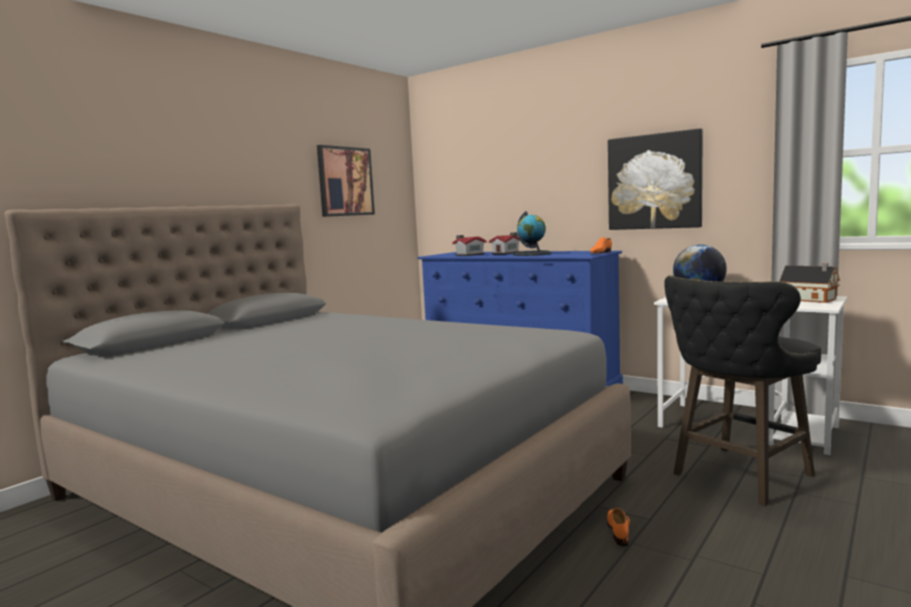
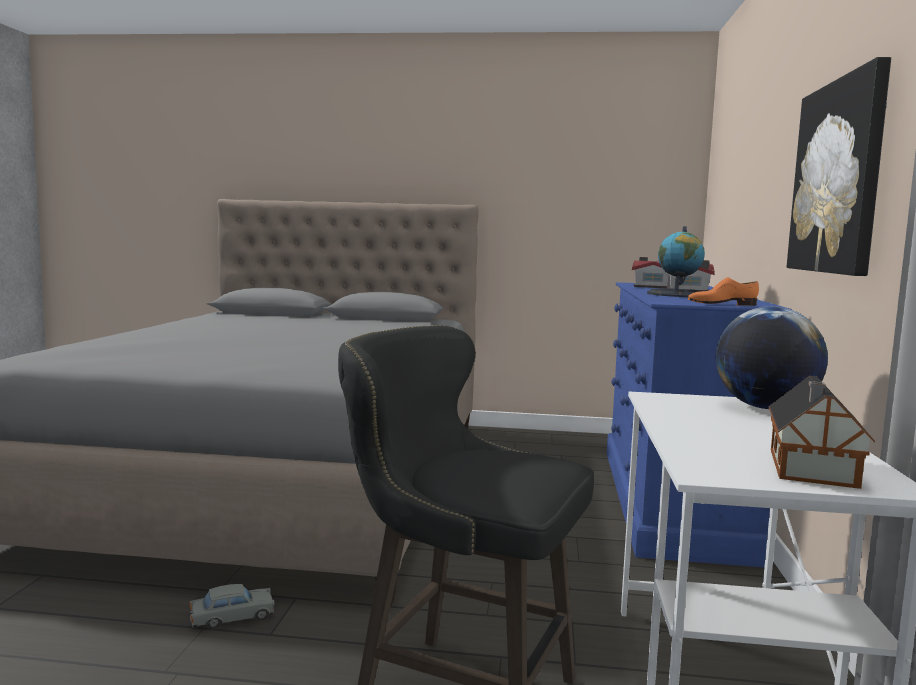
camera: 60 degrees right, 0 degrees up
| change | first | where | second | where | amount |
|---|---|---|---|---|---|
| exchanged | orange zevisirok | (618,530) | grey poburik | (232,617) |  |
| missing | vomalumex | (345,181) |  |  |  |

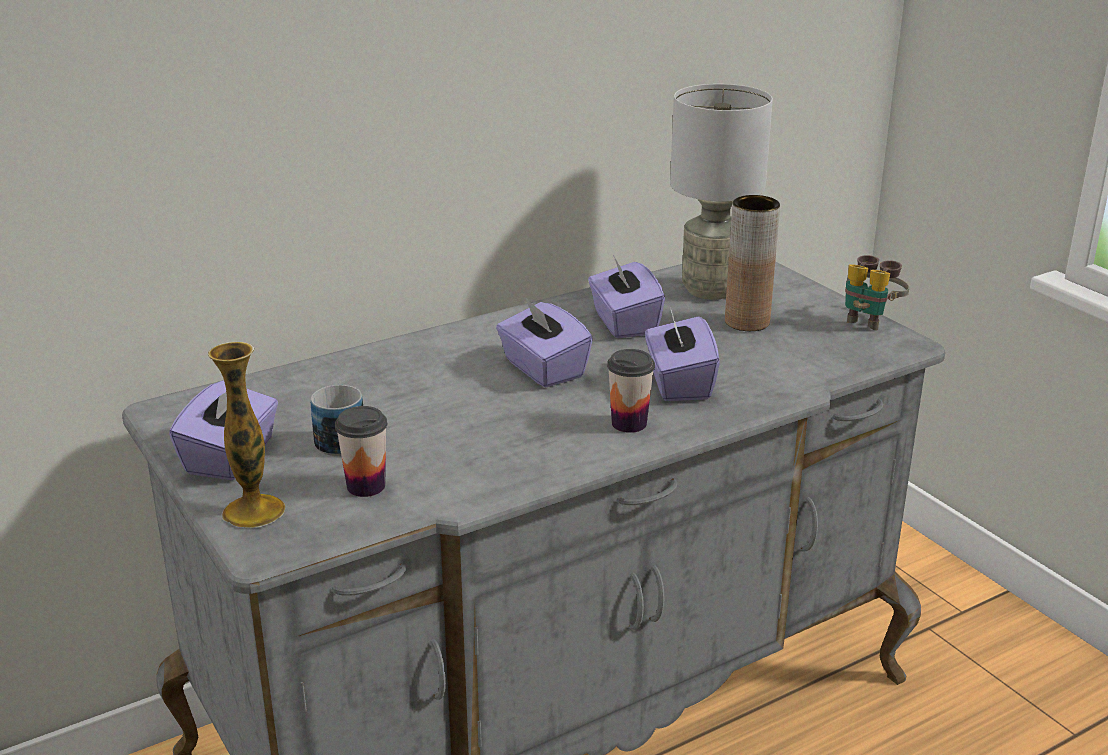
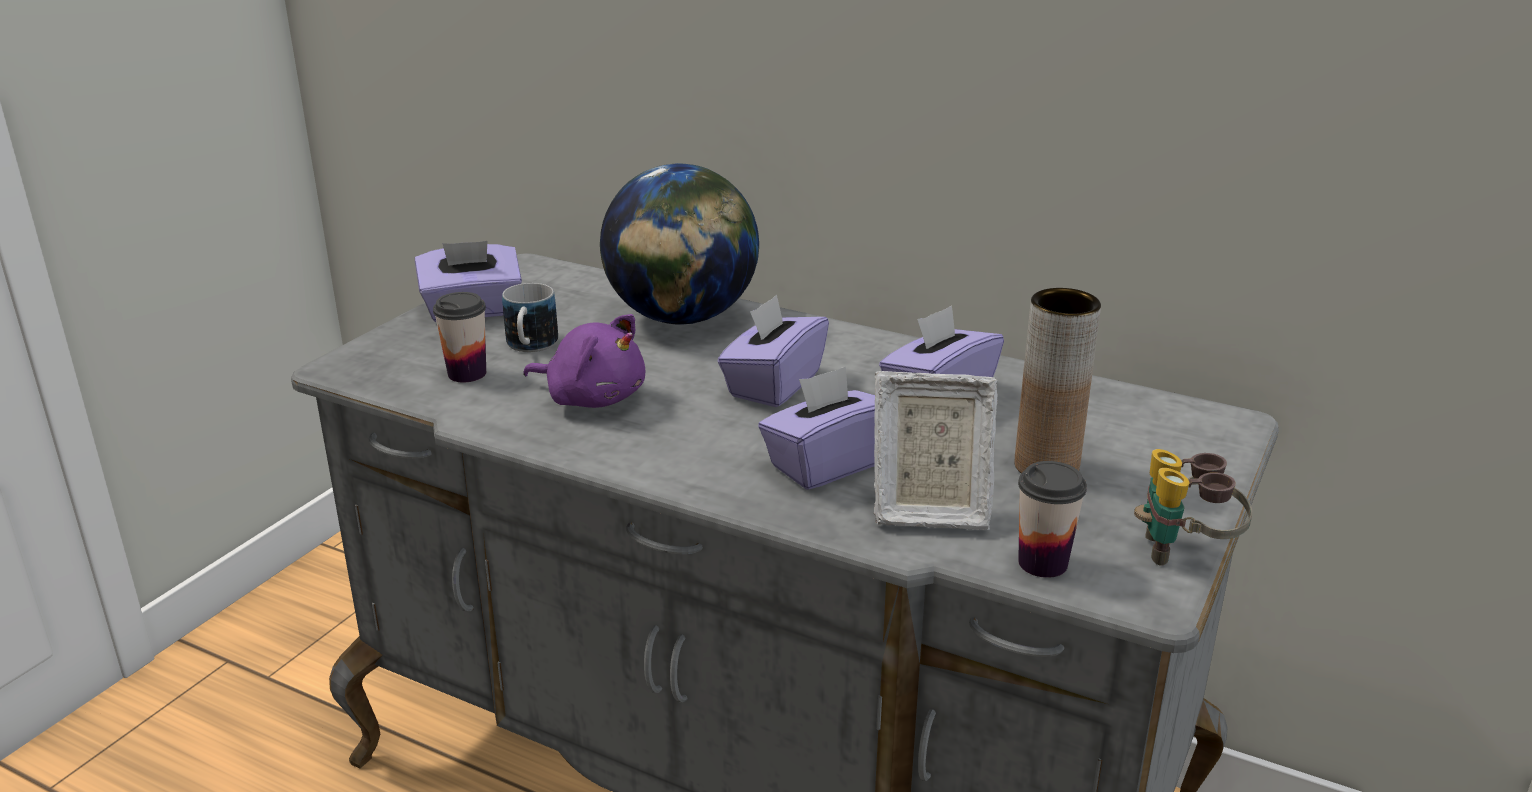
camera: 60 degrees right, 0 degrees up
| change | first | where | second | where | amount |
|---|---|---|---|---|---|
| appeared |  |  | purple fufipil | (592,398) |  |
| appeared |  |  | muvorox | (682,318) |  |
| appeared |  |  | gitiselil | (928,510) |  |
| relocated | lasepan | (629,423) |  | (1042,563) |  |
| missing | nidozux | (254,511) |  |  |  |
| missing | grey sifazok | (712,289) |  |  |  |

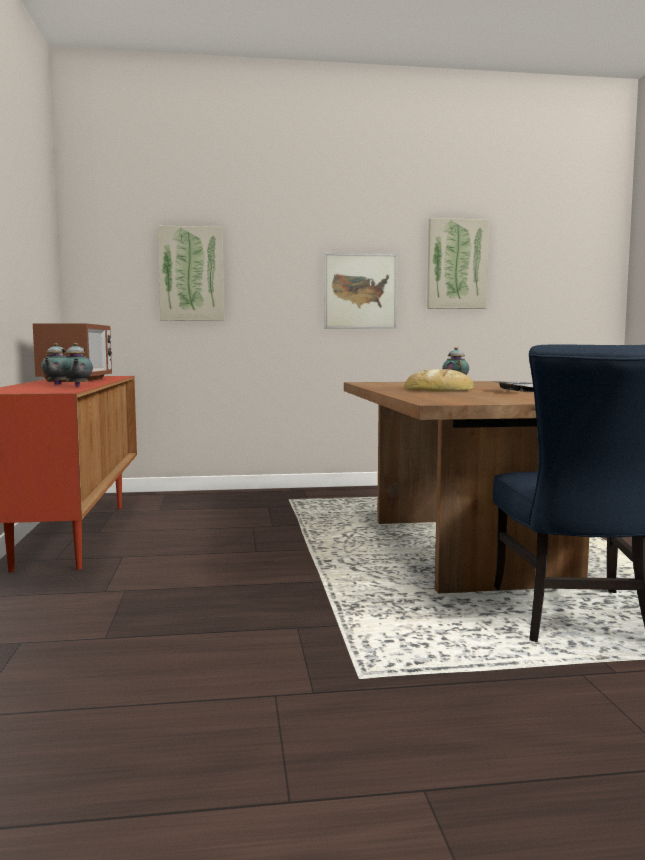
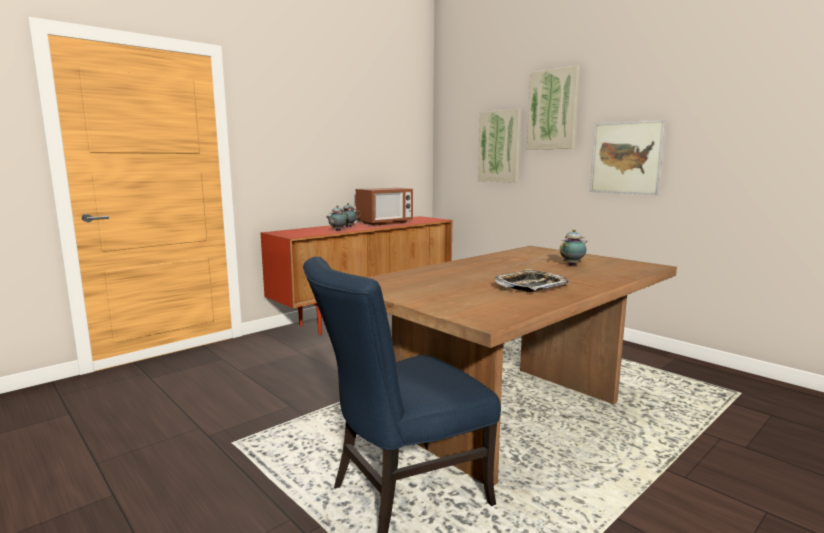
camera: 55 degrees right, 5 degrees up
| change | first | where | second | where | amount |
|---|---|---|---|---|---|
| relocated | vomalumex | (457,264) |  | (553,109) |  |
| missing | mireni | (439,389) |  |  |  |

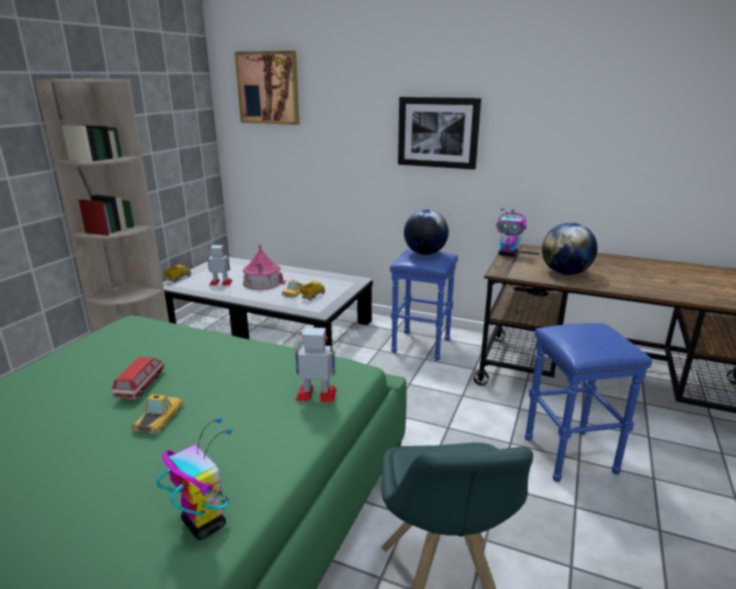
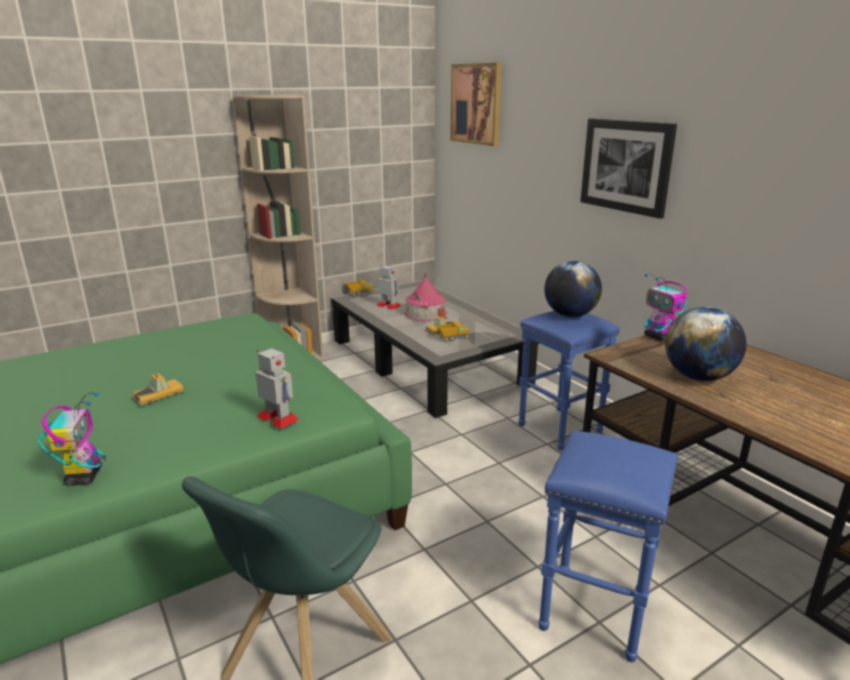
camera: 35 degrees right, 0 degrees up
| change | first | where | second | where | amount |
|---|---|---|---|---|---|
| missing | poburik | (141,385) |  |  |  |

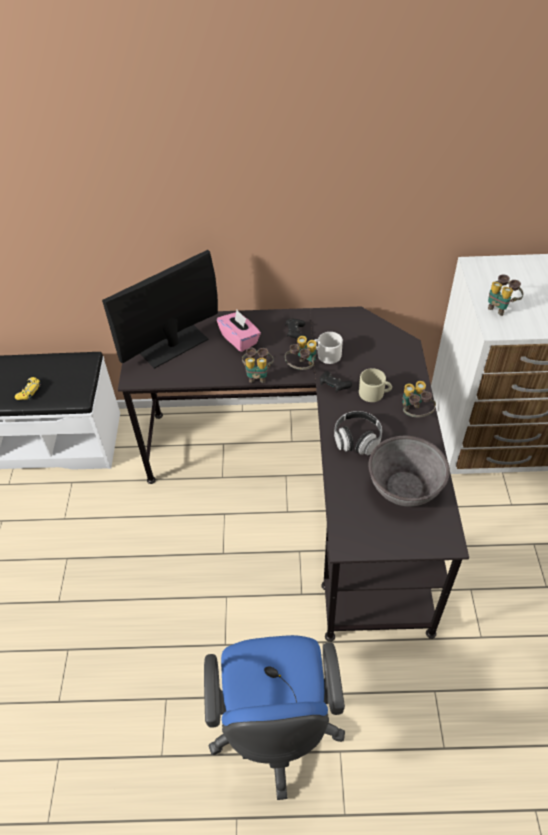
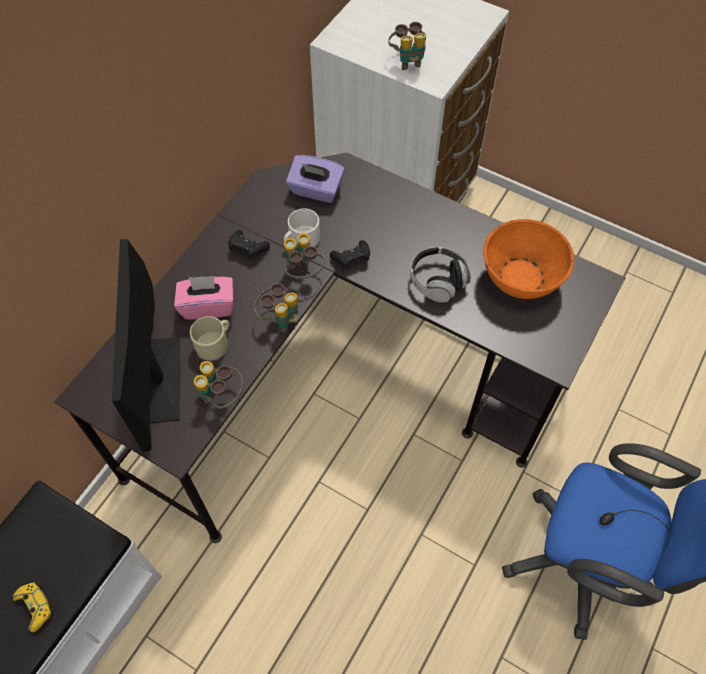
camera: 60 degrees left, 10 degrees up
| change | first | where | second | where | amount |
|---|---|---|---|---|---|
| relocated | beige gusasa | (374,393) |  | (215,343) |  |
| relocated | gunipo | (414,414) |  | (221,396) |  |
| appeared |  |  | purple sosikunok | (316,190) |  |
| colour | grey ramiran | (405,487) | orange ramiran | (521,277) |  |

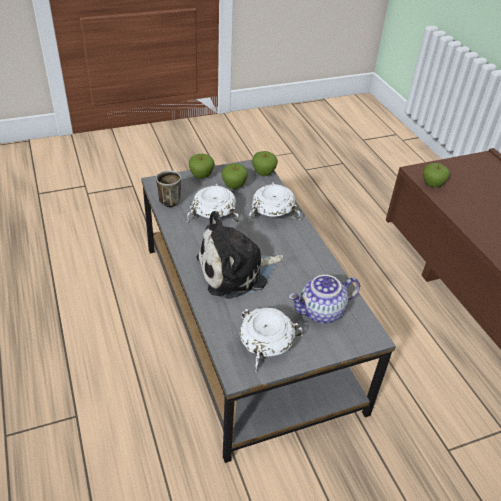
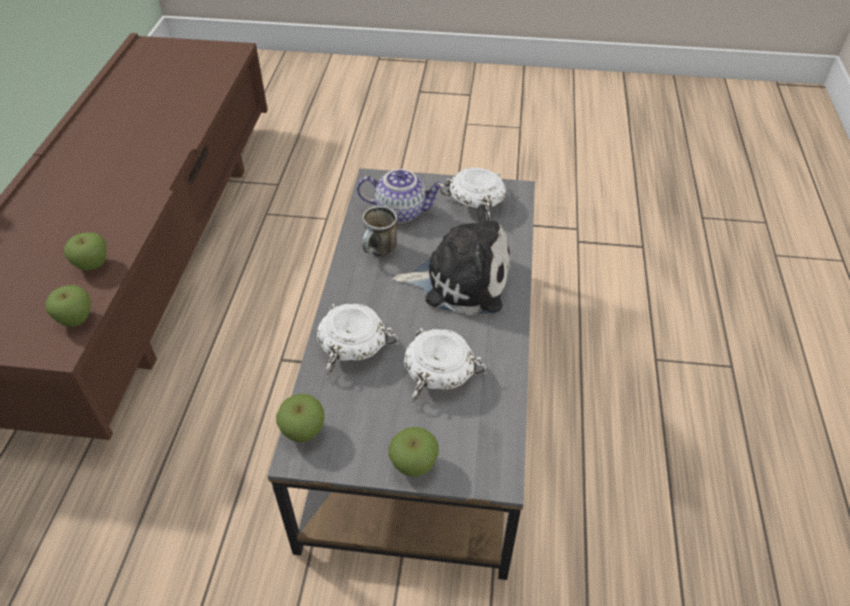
camera: 150 degrees left, 5 degrees up
| change | first | where | second | where | amount |
|---|---|---|---|---|---|
| relocated | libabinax | (234,186) |  | (92,265) |  |
| relocated | gusasa | (169,199) |  | (379,252) |  |

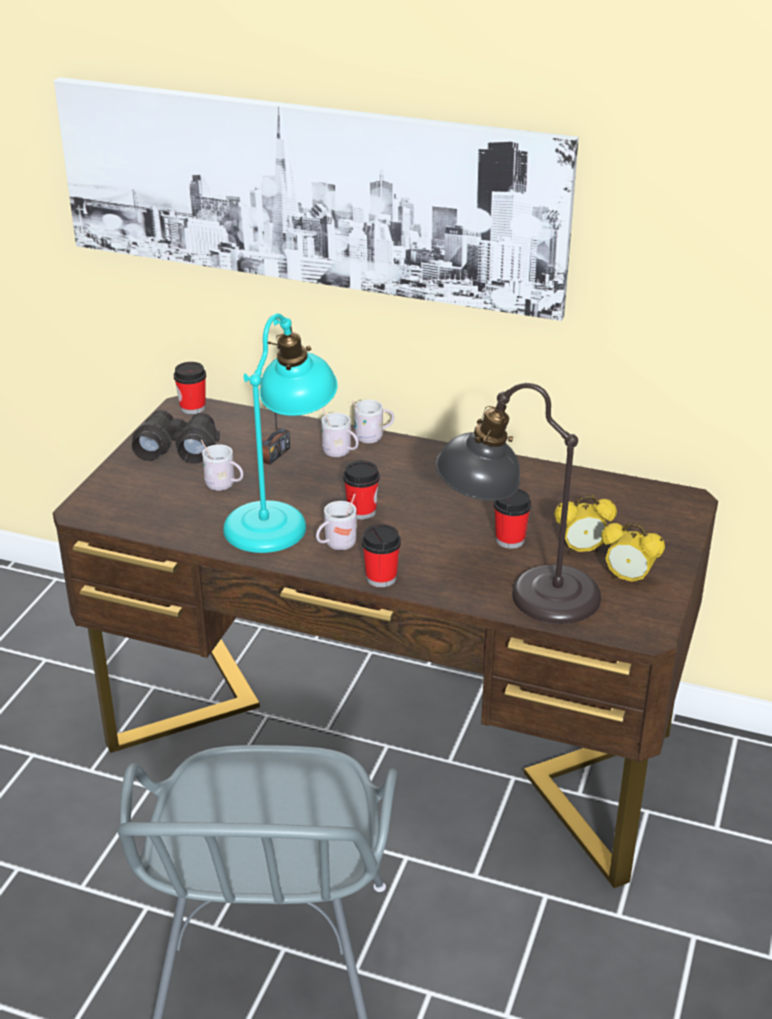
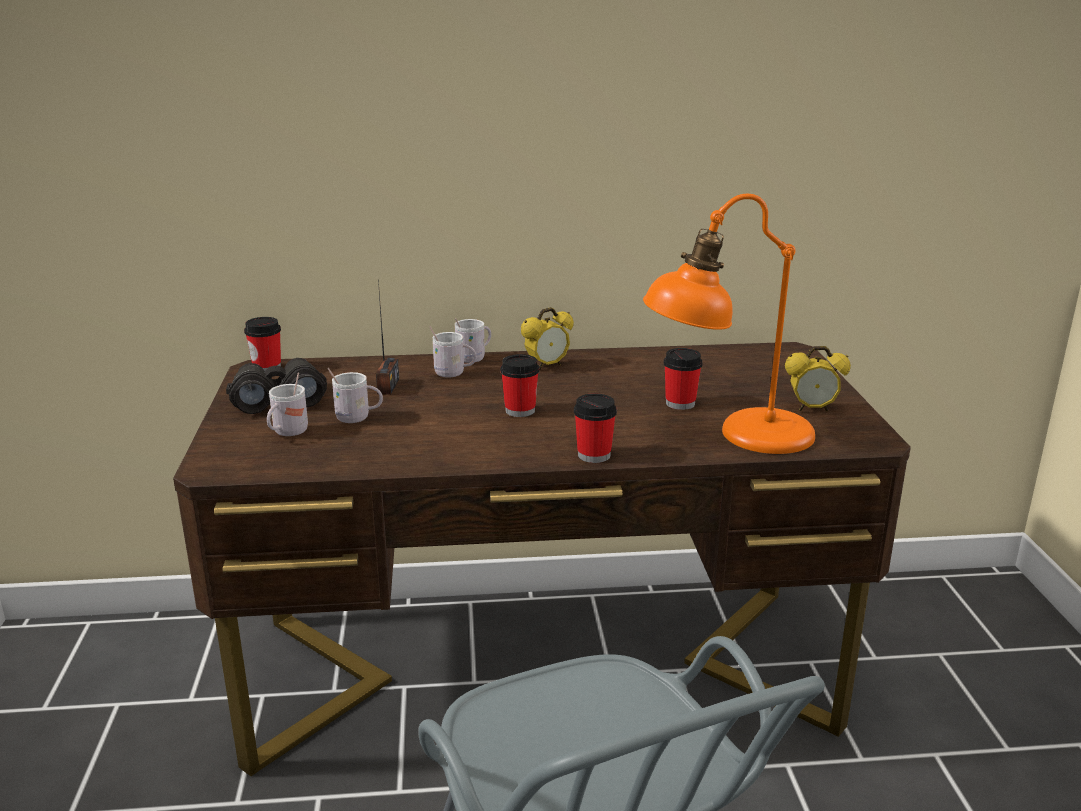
camera: 25 degrees left, 10 degrees down
| change | first | where | second | where | amount |
|---|---|---|---|---|---|
| relocated | white gusasa | (336,546) |  | (287,434) |  |
| relocated | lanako | (581,550) |  | (547,366) |  |
| colour | grey sifazok | (517,588) | orange sifazok | (728,435) |  |
| missing | vomalumex | (307,194) |  |  |  |
| missing | turquoise sifazok | (281,509) |  |  |  |

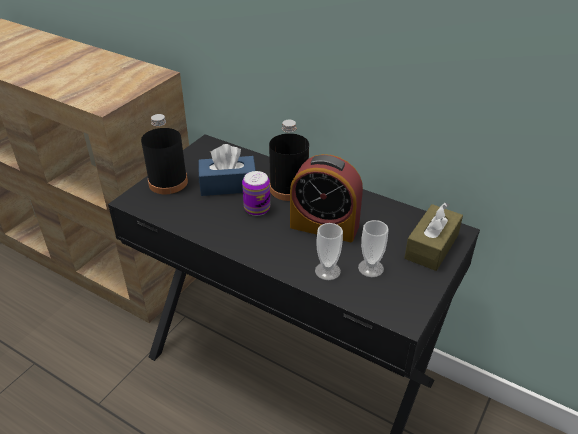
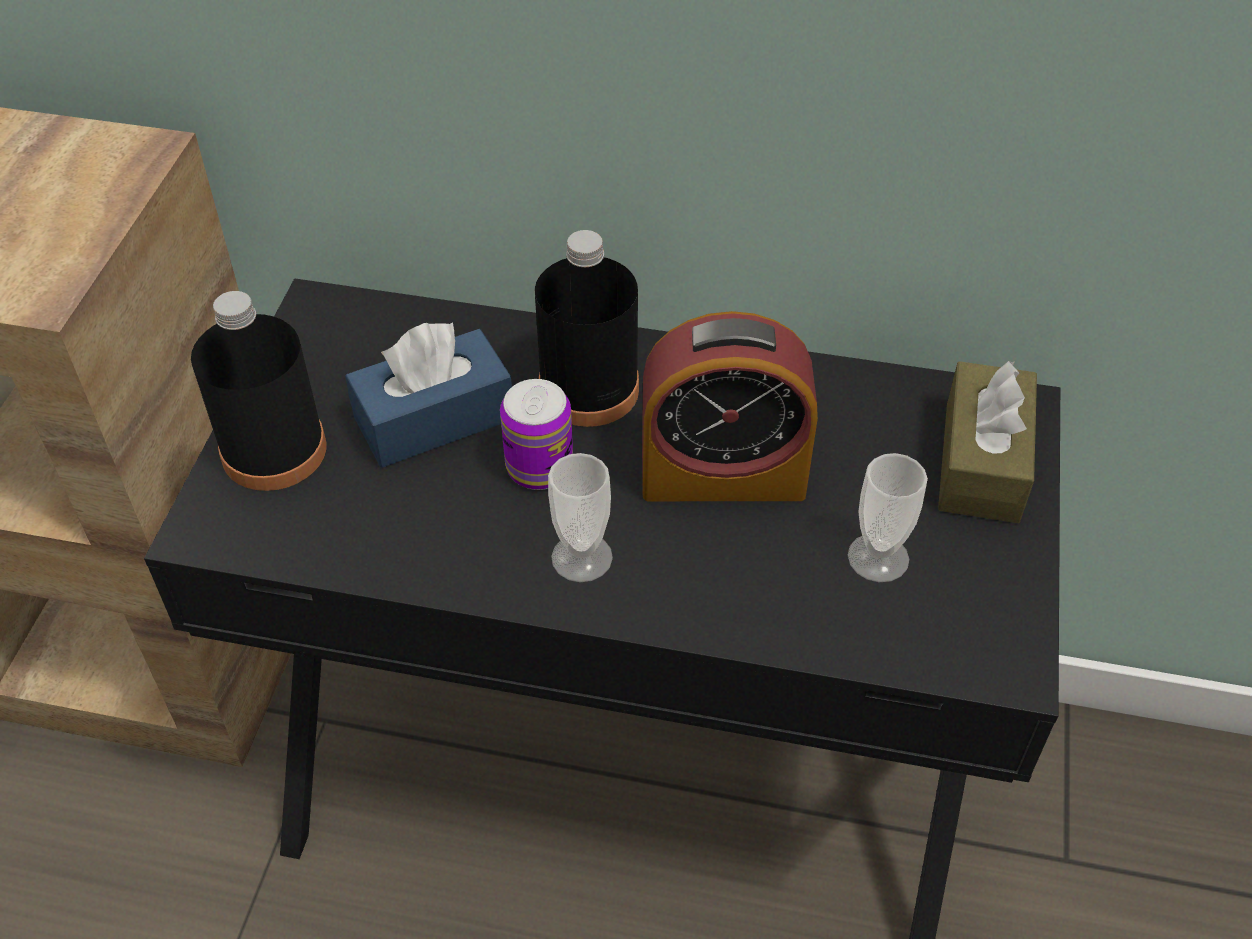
camera: 20 degrees left, 10 degrees up
| change | first | where | second | where | amount |
|---|---|---|---|---|---|
| relocated | lasepan | (327,271) |  | (582,557) |  |

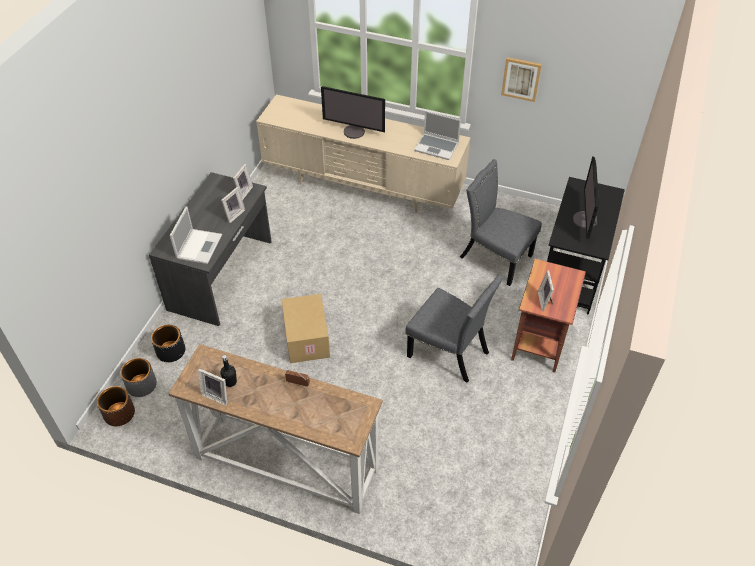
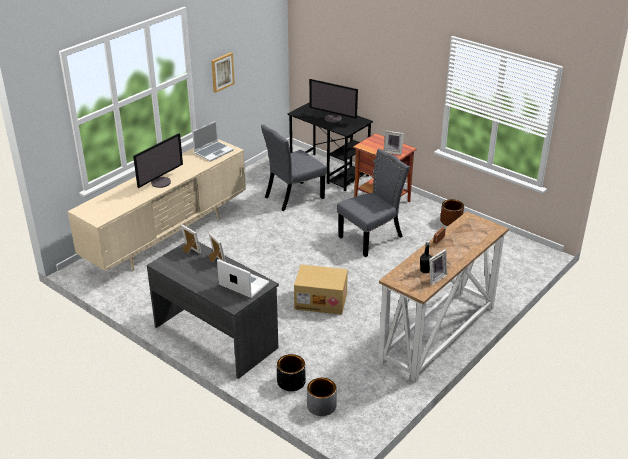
camera: 70 degrees left, 15 degrees down
| change | first | where | second | where | amount |
|---|---|---|---|---|---|
| relocated | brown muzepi | (119,414) |  | (451,221) |  |

